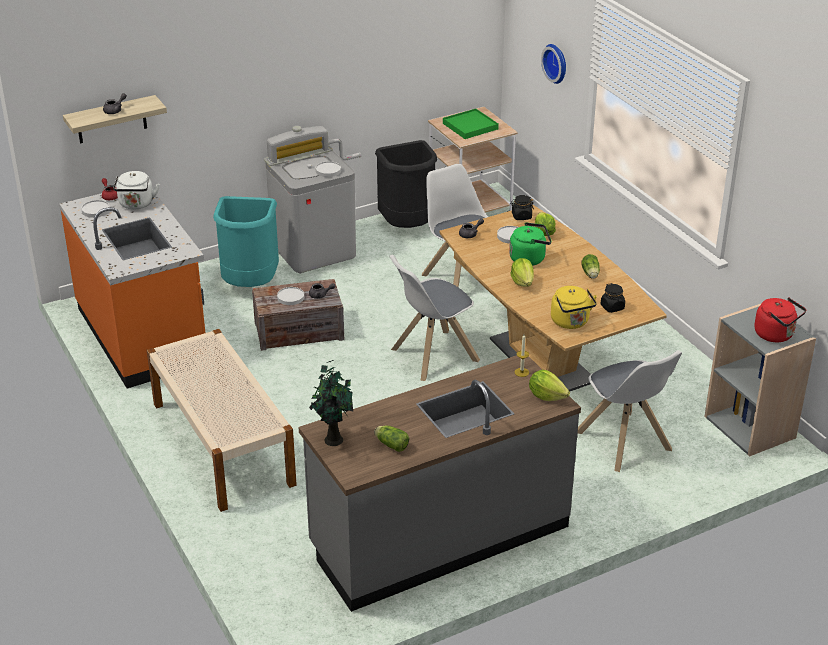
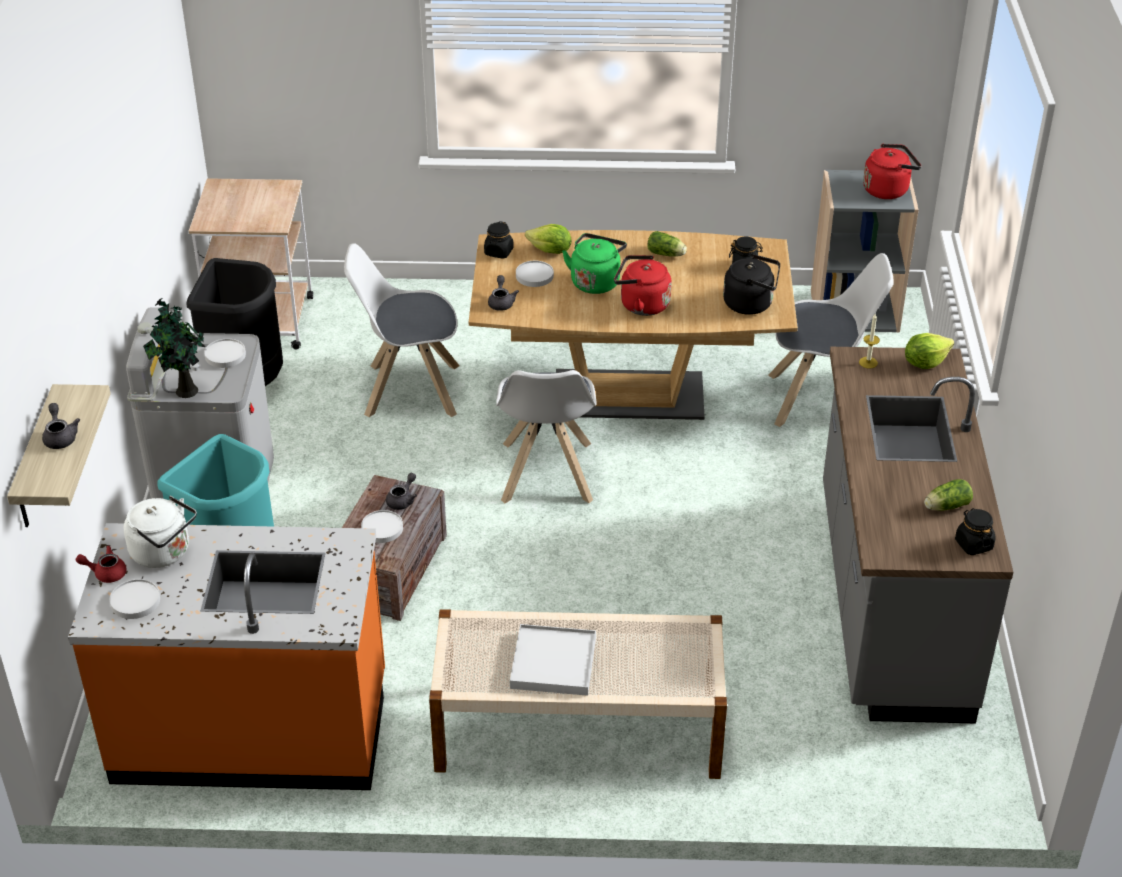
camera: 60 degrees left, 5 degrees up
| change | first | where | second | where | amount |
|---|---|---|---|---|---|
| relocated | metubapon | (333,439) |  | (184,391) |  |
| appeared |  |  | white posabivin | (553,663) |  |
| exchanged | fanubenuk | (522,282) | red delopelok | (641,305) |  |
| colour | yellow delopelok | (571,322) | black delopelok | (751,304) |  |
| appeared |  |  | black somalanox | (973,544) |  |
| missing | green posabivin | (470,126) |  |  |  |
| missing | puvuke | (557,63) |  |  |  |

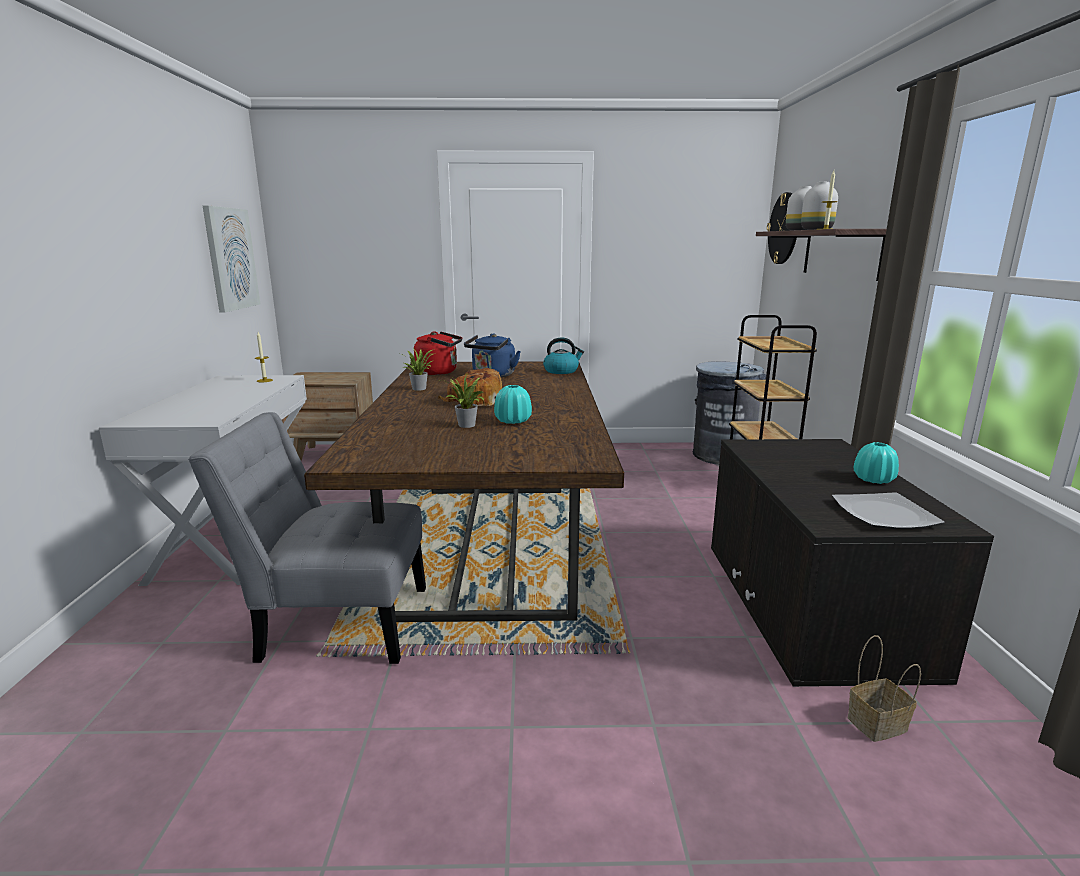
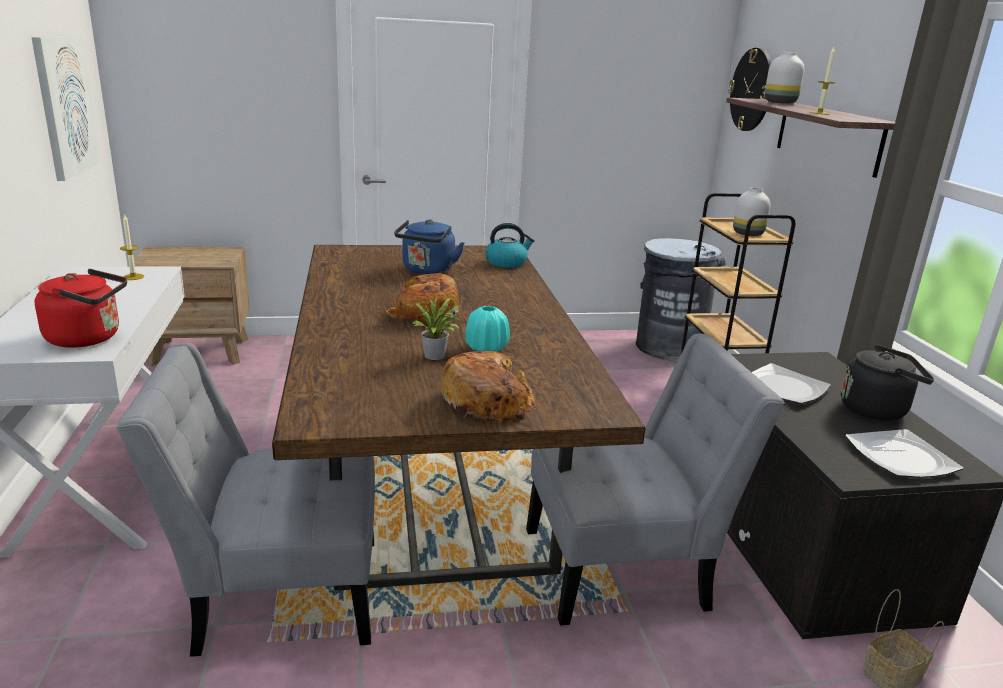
camera: 10 degrees left, 5 degrees up
| change | first | where | second | where | amount |
|---|---|---|---|---|---|
| relocated | red delopelok | (439,372) |  | (88,338) |  |
| appeared |  |  | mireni | (489,400) |  |
| appeared |  |  | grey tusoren | (625,567) |  |
| relocated | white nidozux | (816,230) |  | (748,233) |  |
| appeared |  |  | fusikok | (783,387) |  |
| exchanged | turquoise nidozux | (873,480) | black delopelok | (877,410) |  |
| missing | metubapon | (420,388) |  |  |  |

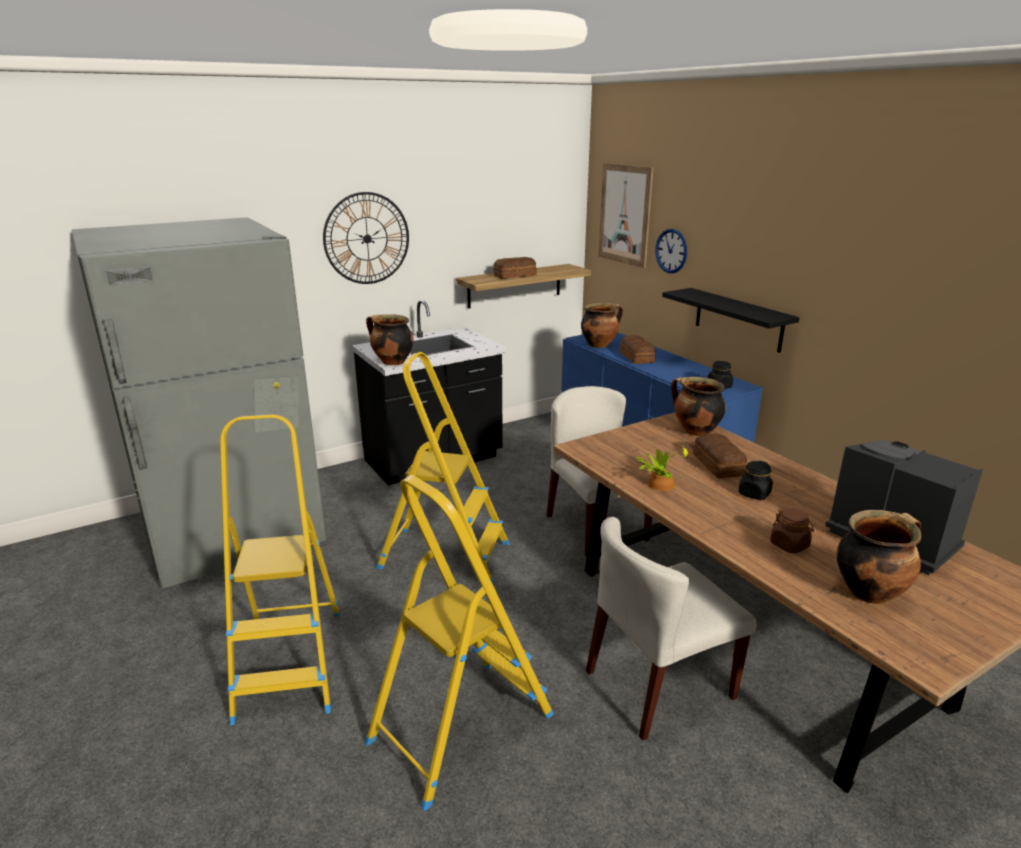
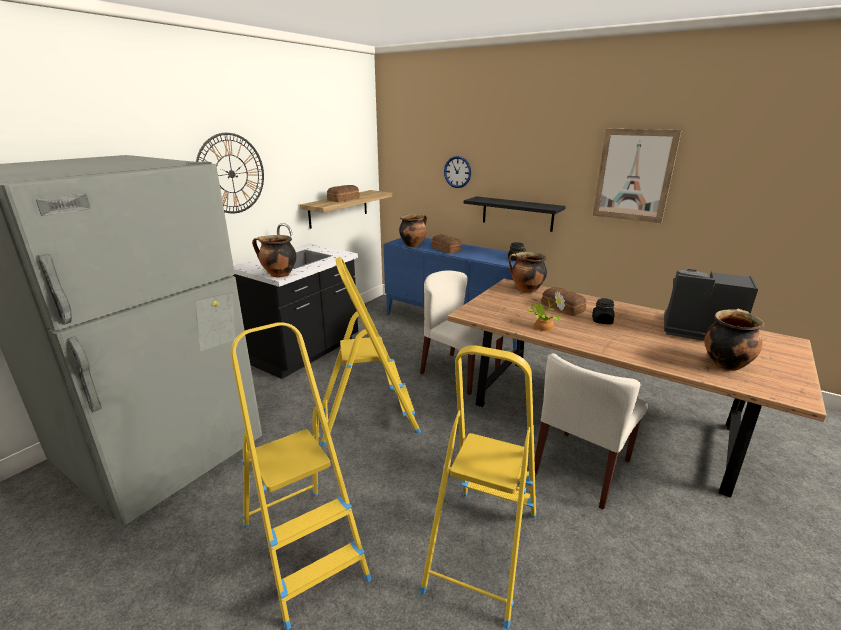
camera: 25 degrees left, 0 degrees up
| change | first | where | second | where | amount |
|---|---|---|---|---|---|
| relocated | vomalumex | (625,214) |  | (634,175) |  |
| missing | brown somalanox | (789,545) |  |  |  |

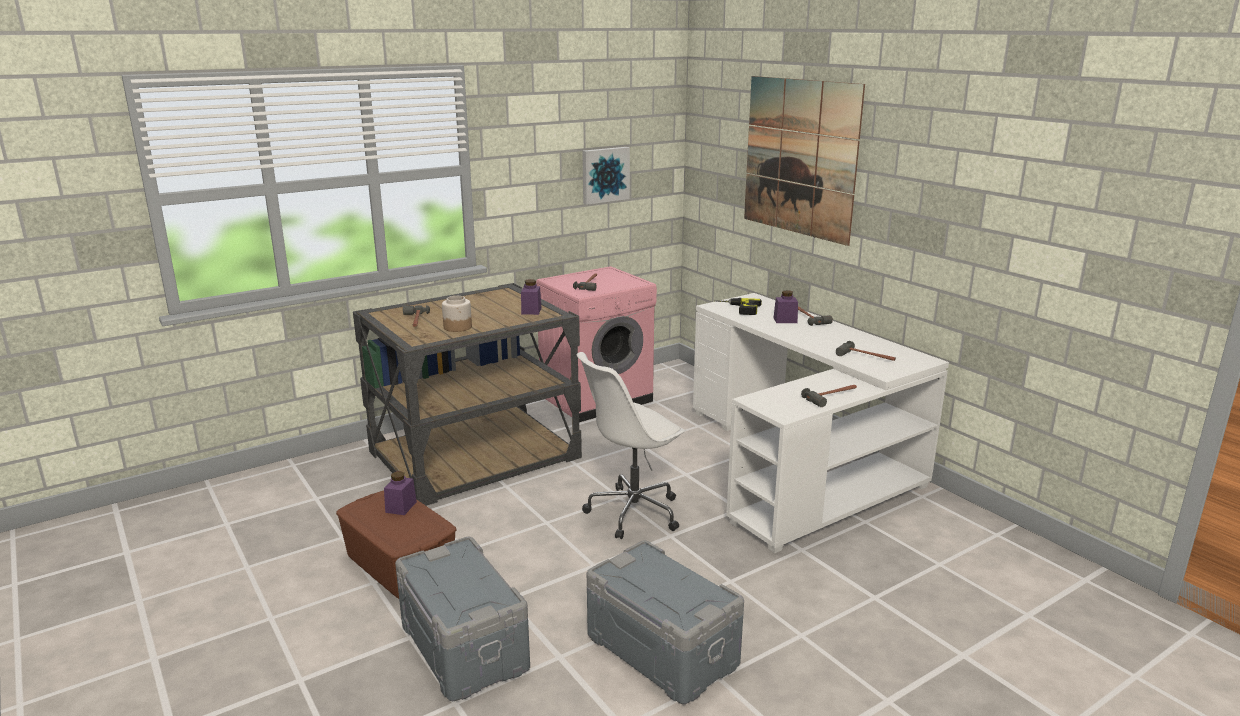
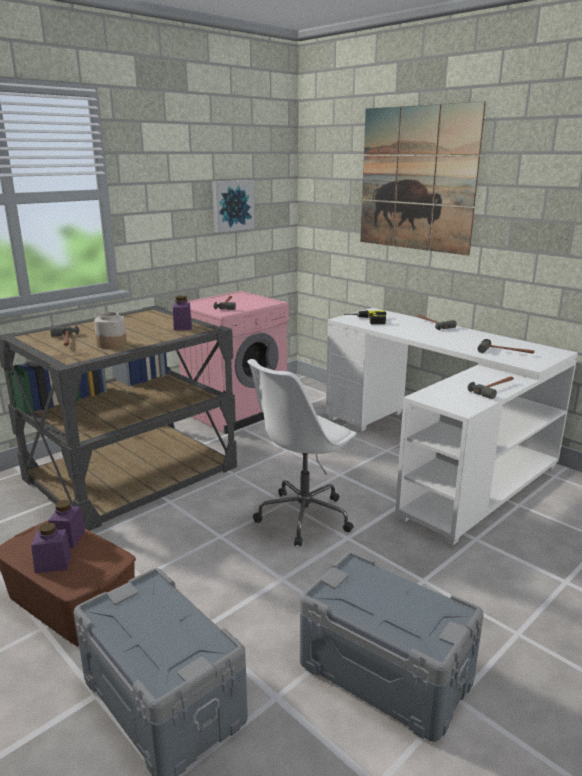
camera: 10 degrees left, 0 degrees up
| change | first | where | second | where | amount |
|---|---|---|---|---|---|
| relocated | purple somalanox | (785,320) |  | (53,563) |  |

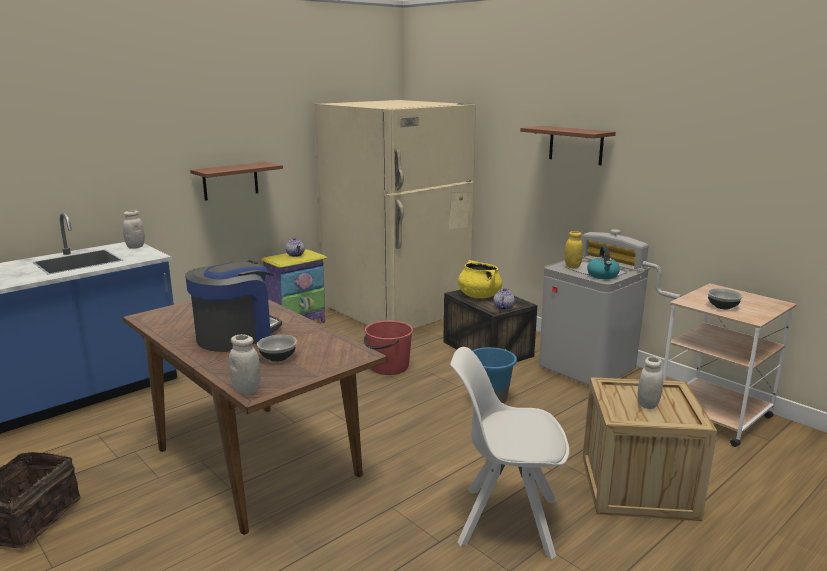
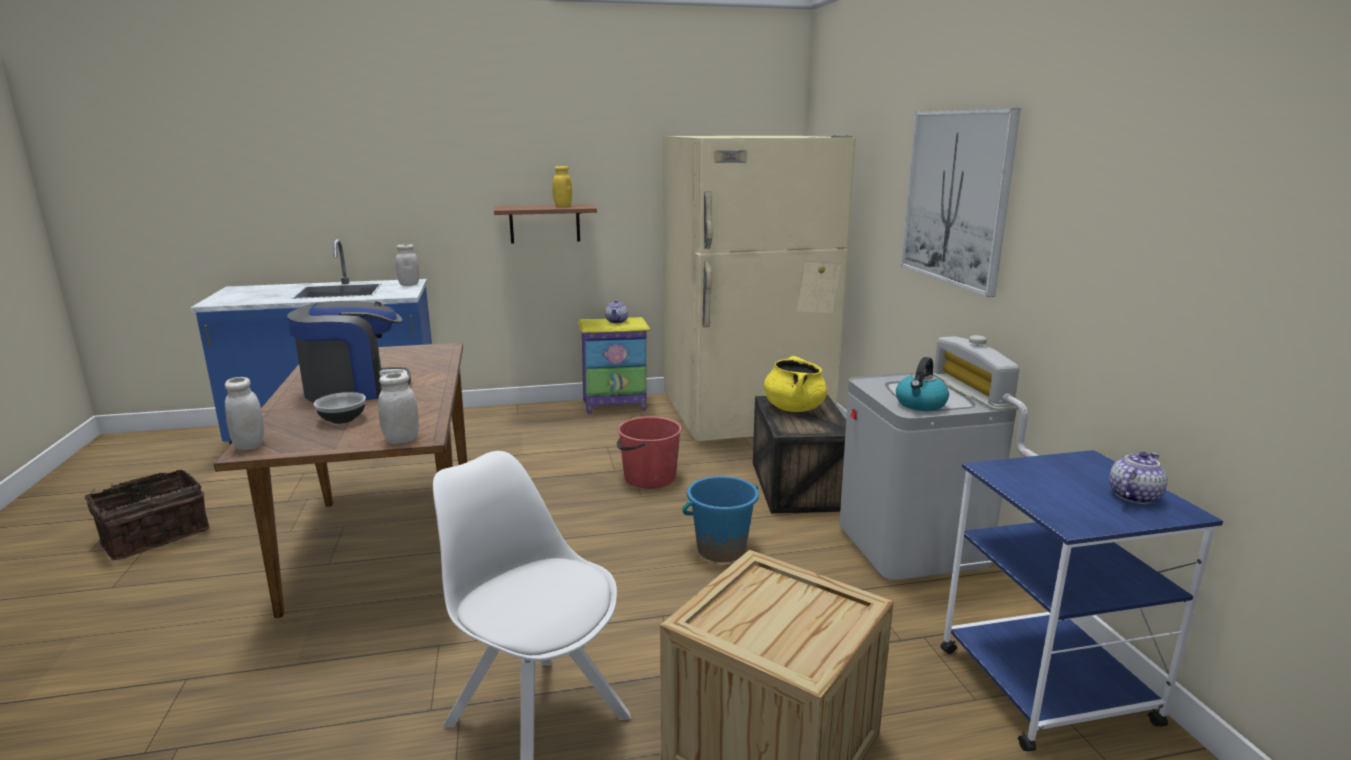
camera: 30 degrees right, 0 degrees up
| change | first | where | second | where | amount |
|---|---|---|---|---|---|
| relocated | white somalanox | (648,405) |  | (401,440) |  |
| relocated | yellow somalanox | (572,267) |  | (563,206) |  |
| exchanged | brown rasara | (576,145) | vomalumex | (956,198) |  |
| colour | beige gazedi | (716,417) | blue gazedi | (1047,689) |  |
| relocated | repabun | (503,307) |  | (1133,496) |  |
| missing | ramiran | (723,307) |  |  |  |

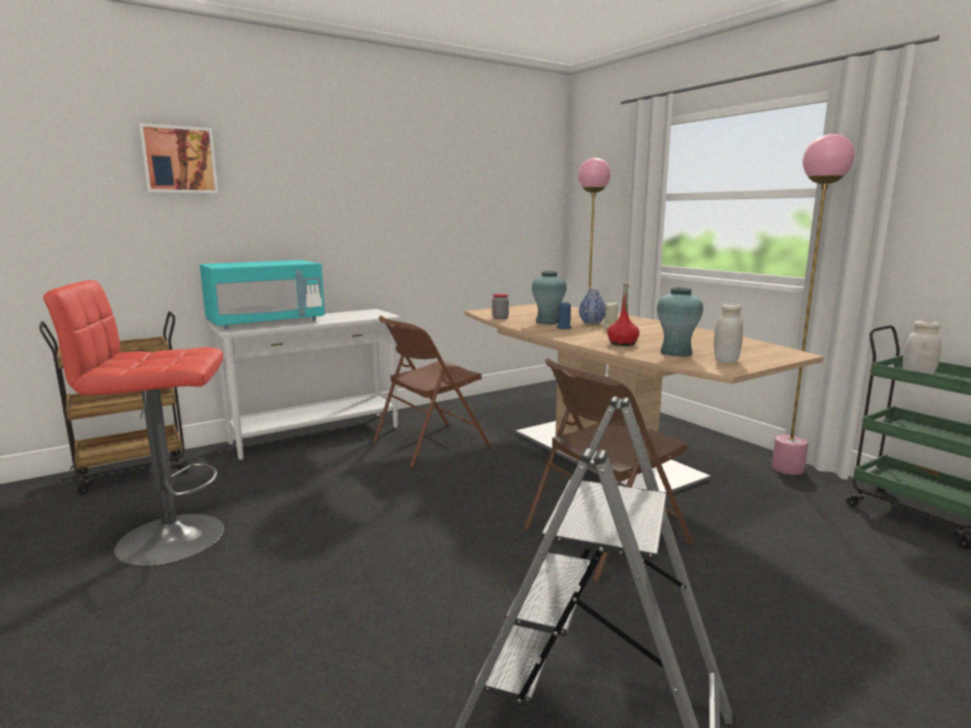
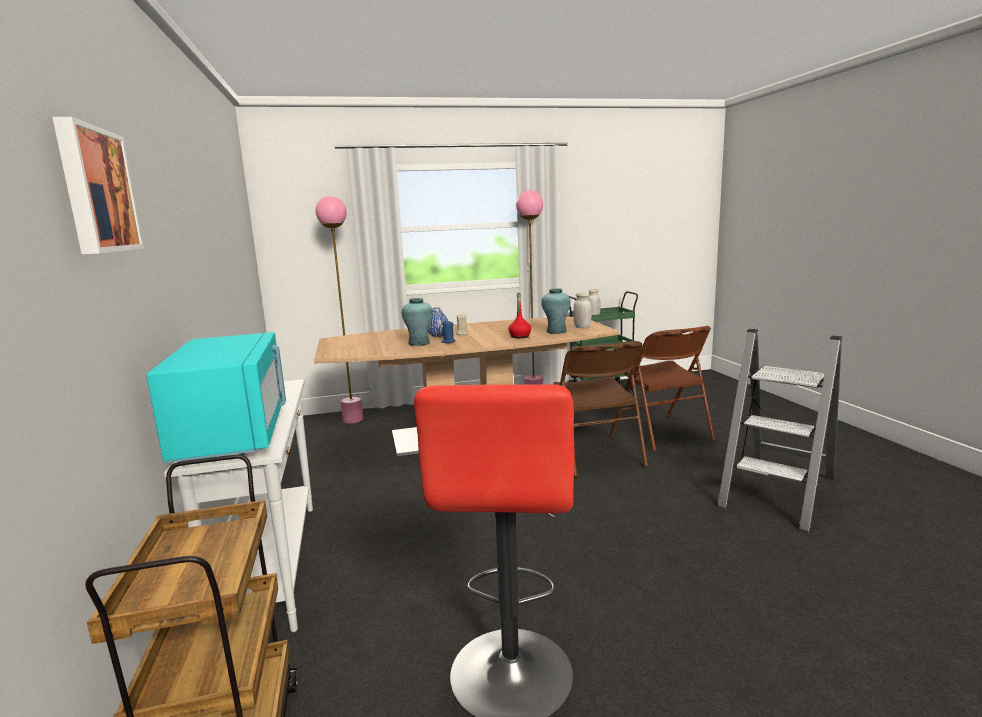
camera: 70 degrees left, 0 degrees up
| change | first | where | second | where | amount |
|---|---|---|---|---|---|
| relocated | brown tusoren | (431,444) |  | (661,432) |  |
| missing | somalanox | (500,318) |  |  |  |

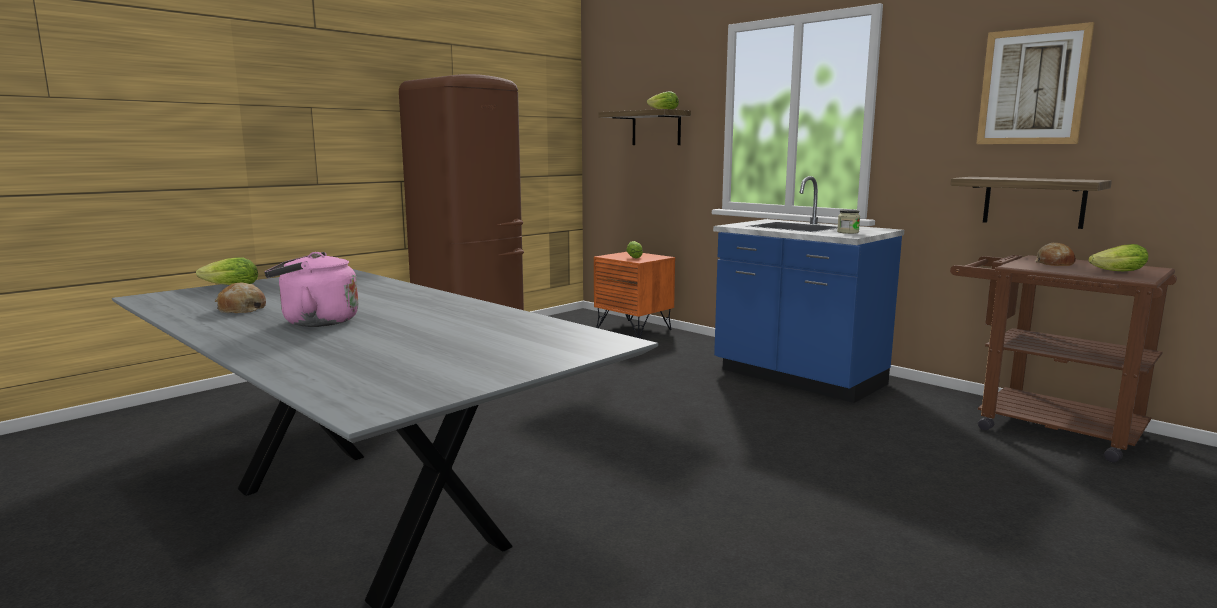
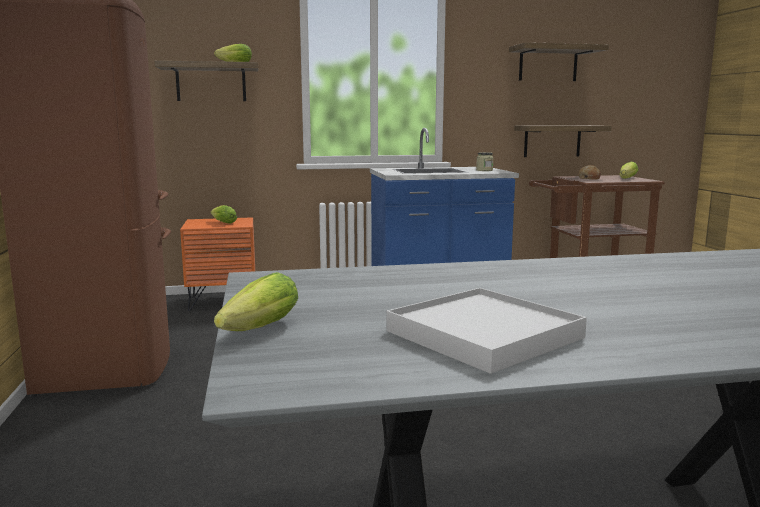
camera: 55 degrees left, 0 degrees up
| change | first | where | second | where | amount |
|---|---|---|---|---|---|
| exchanged | mireni | (241,309) | white posabivin | (484,334) |  |
| exchanged | vomalumex | (1032,86) | rasara | (548,64) |  |
| missing | pink delopelok | (315,322) |  |  |  |

